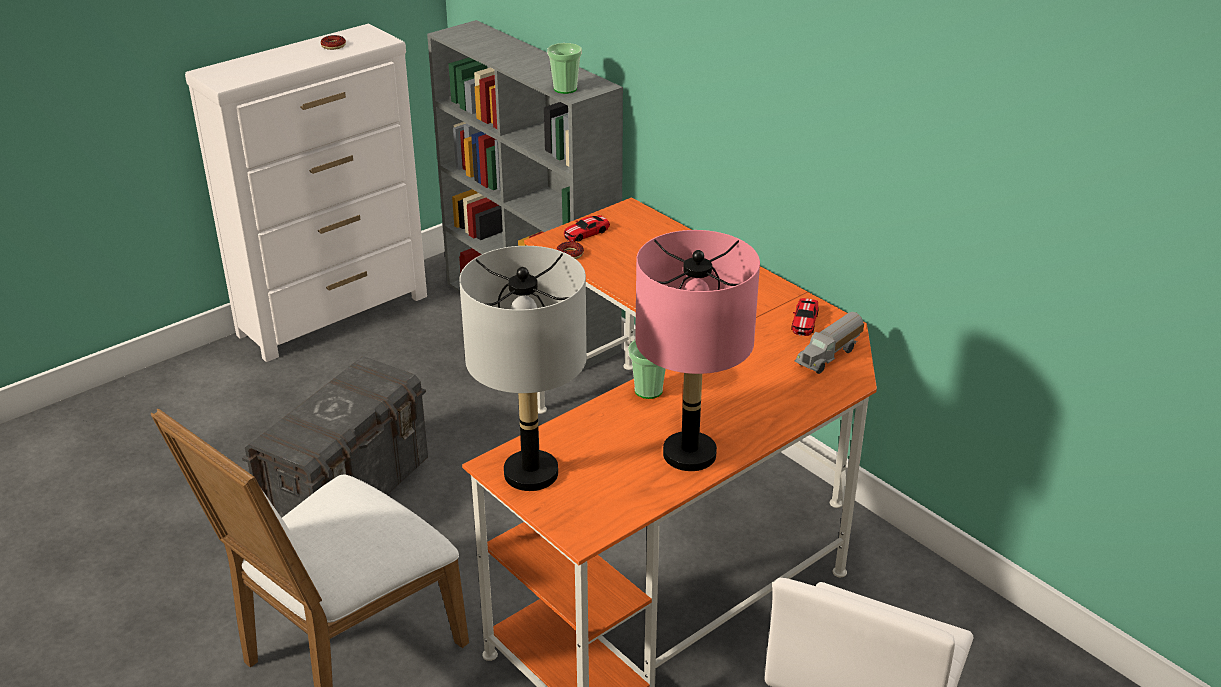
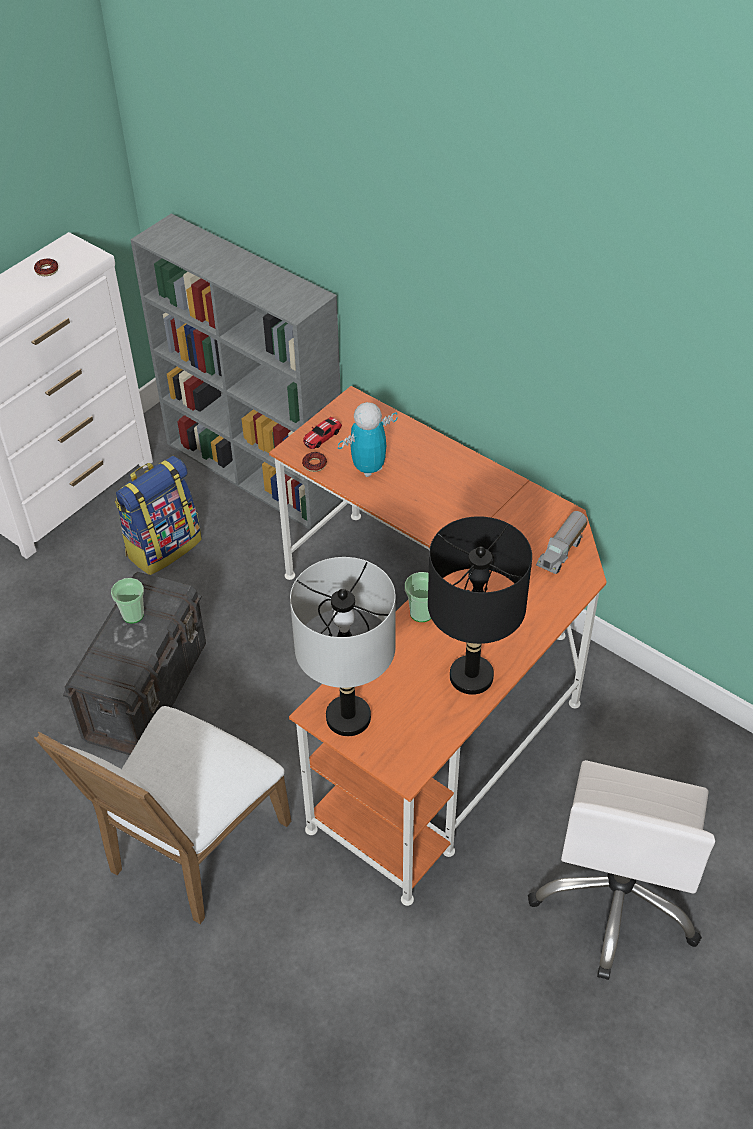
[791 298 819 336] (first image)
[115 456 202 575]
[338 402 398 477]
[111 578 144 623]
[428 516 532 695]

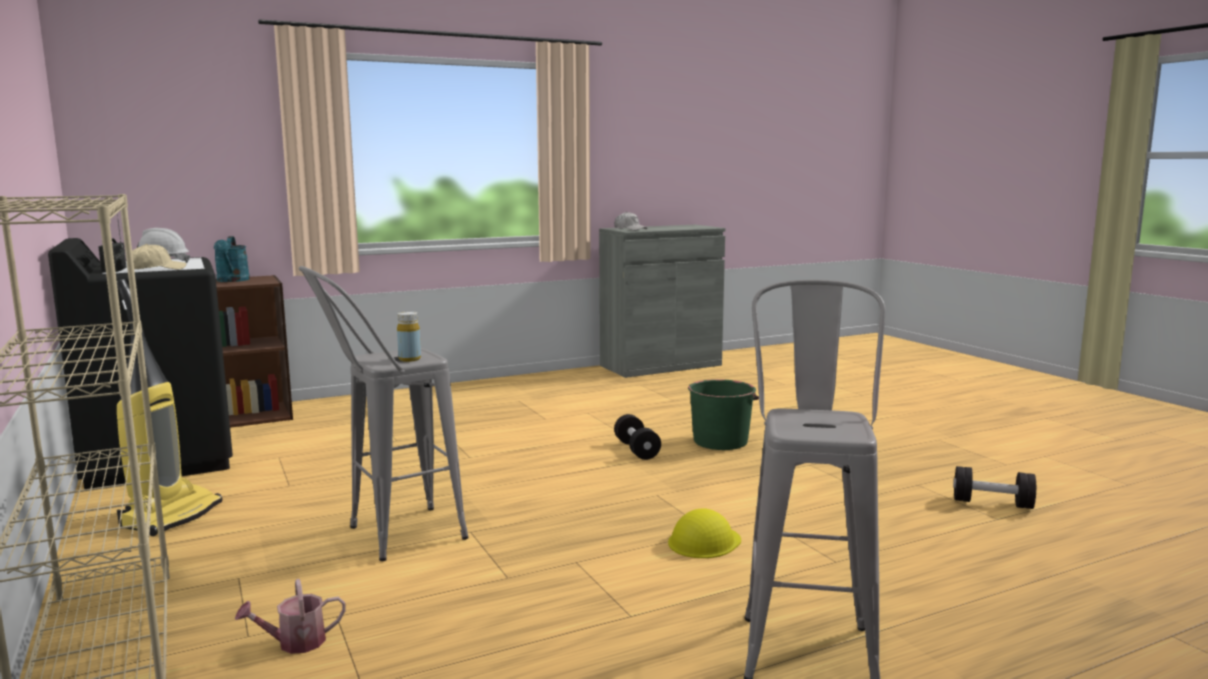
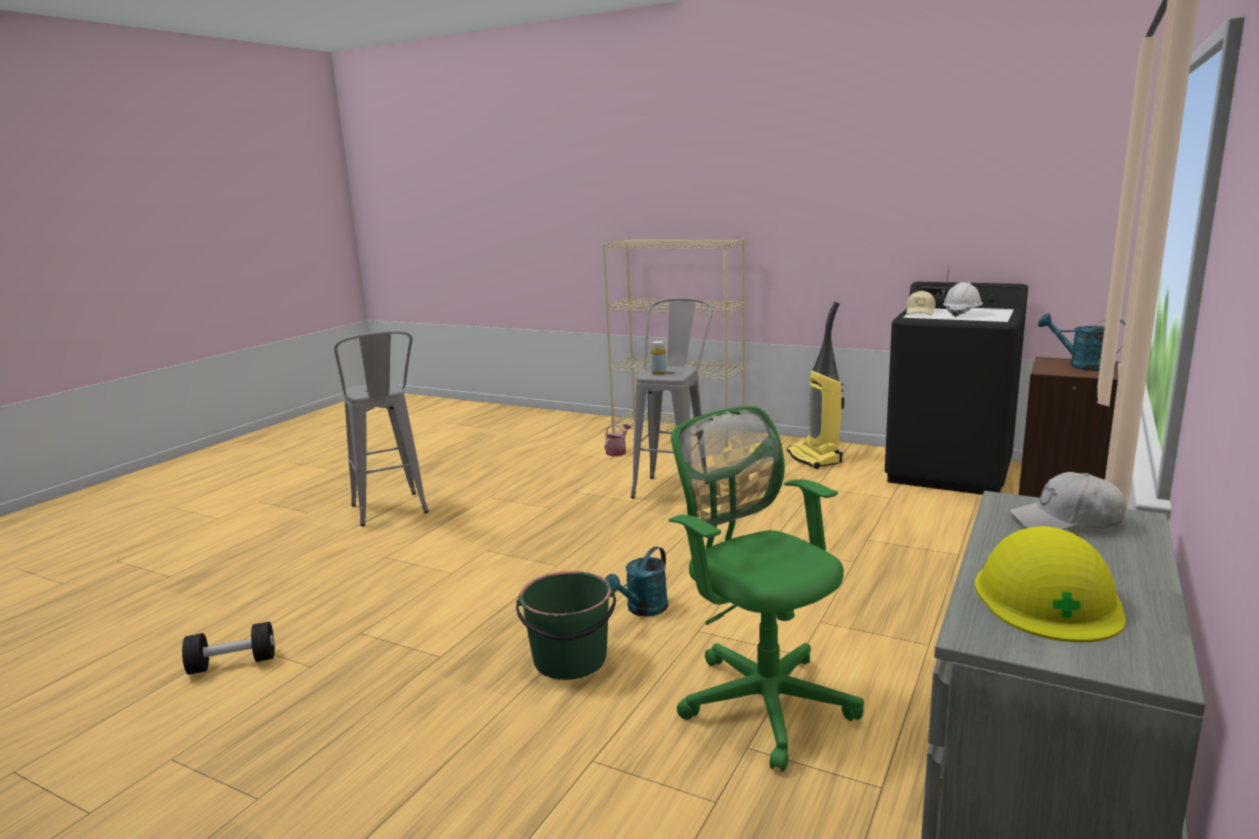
[668 406 864 772]
[975 526 1126 642]
[605 546 668 616]

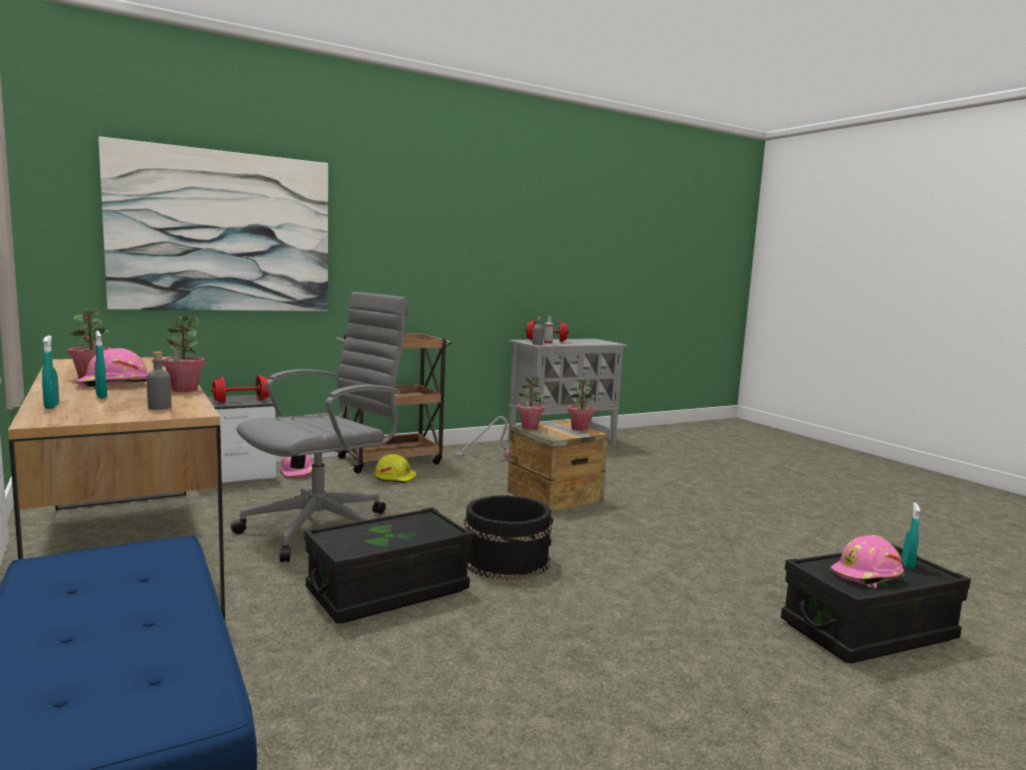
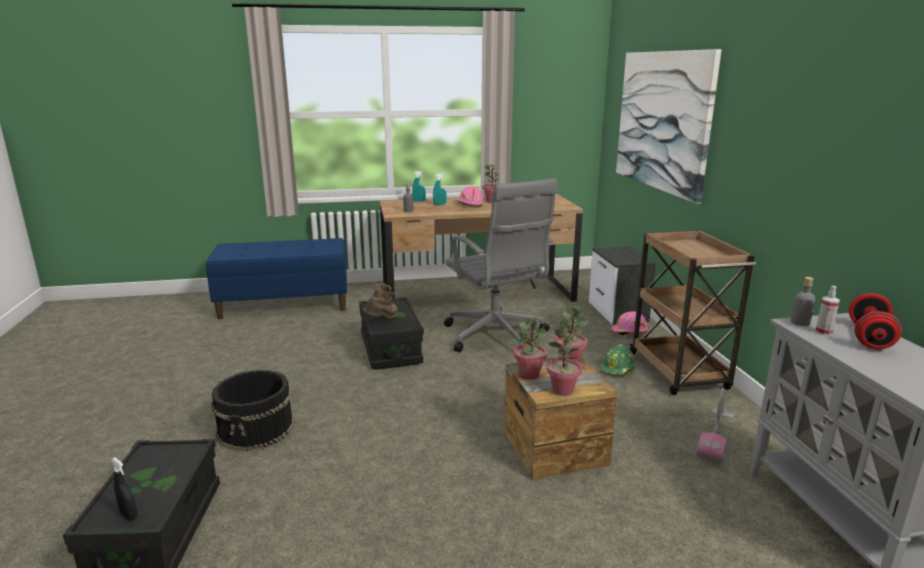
[211 375 269 403] (first image)
[830 535 904 588] (first image)
[363 283 398 319]
[514 317 547 380]
[212 370 294 451]
[600 344 636 377]
[111 457 137 520]

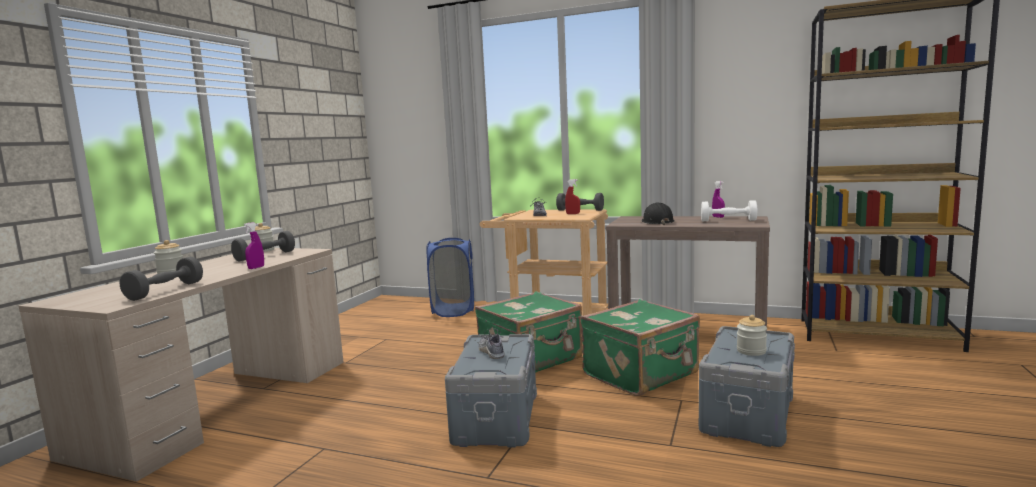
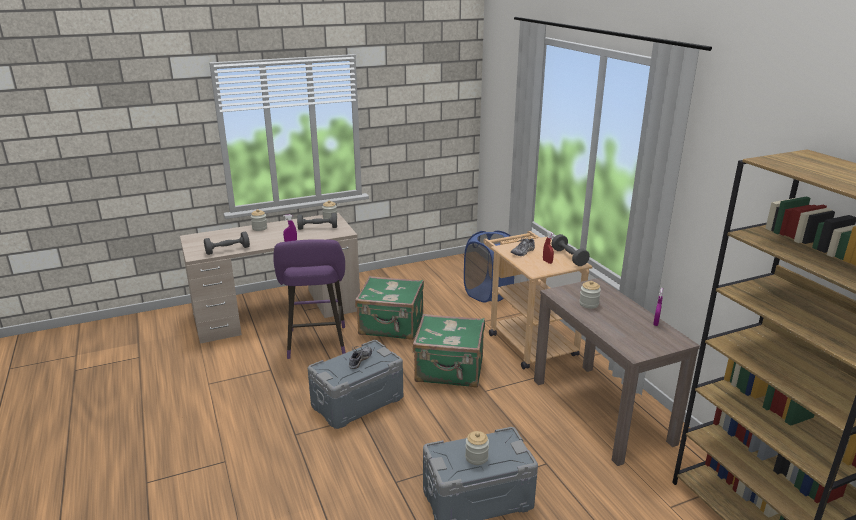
[701 200 757 221] (first image)
[273 239 346 359]
[355 276 424 340]
[579 281 601 309]

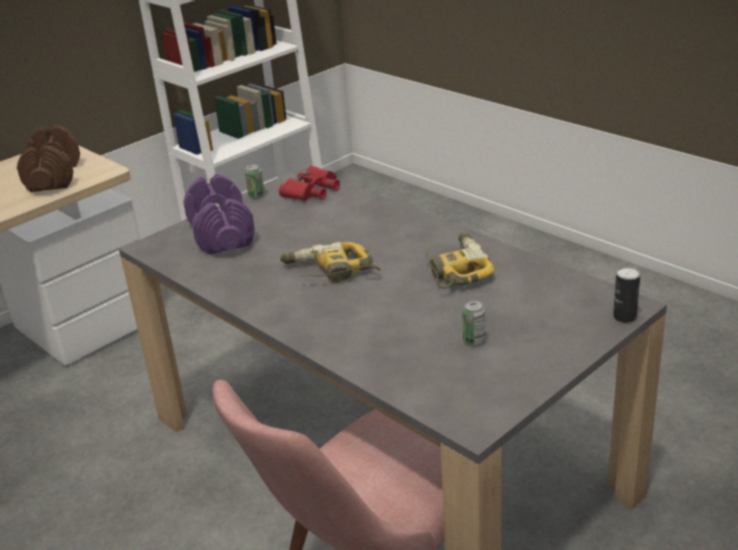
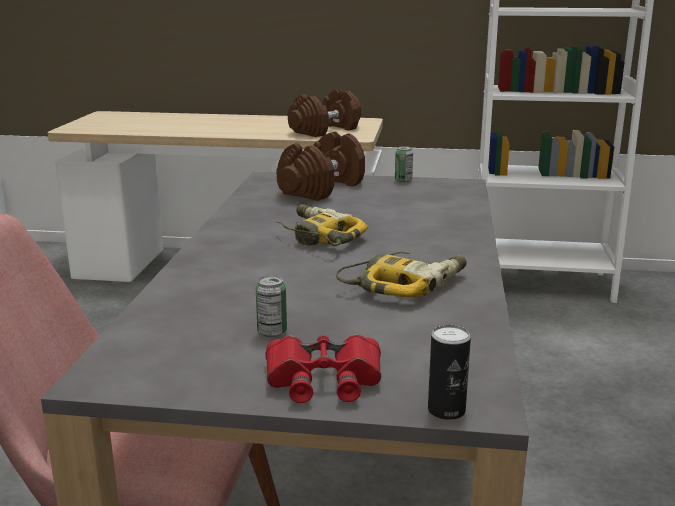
[265 334 381 403]
[276 131 365 201]

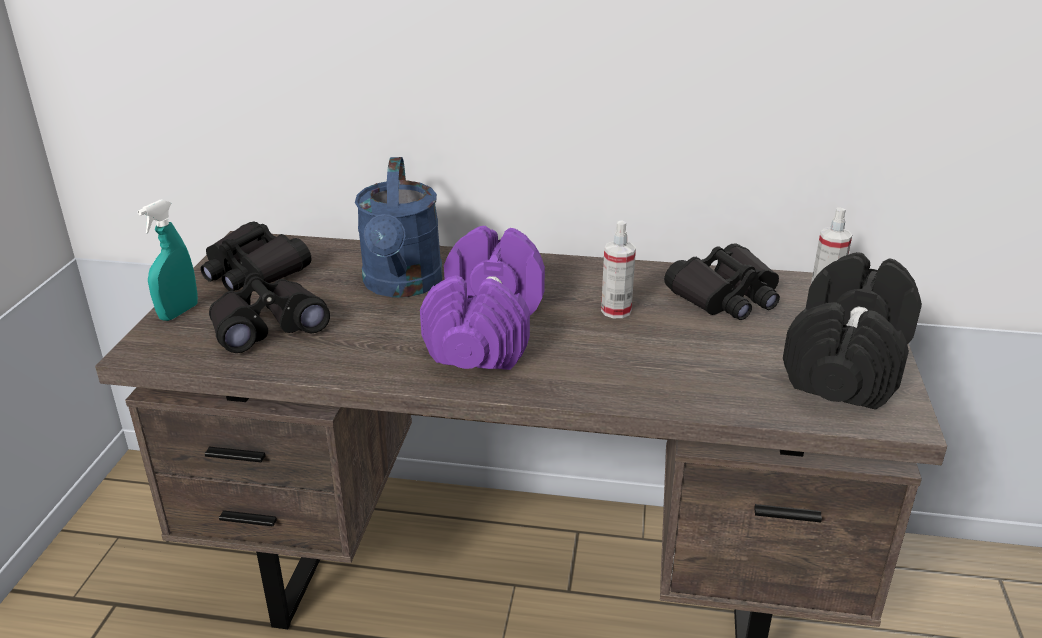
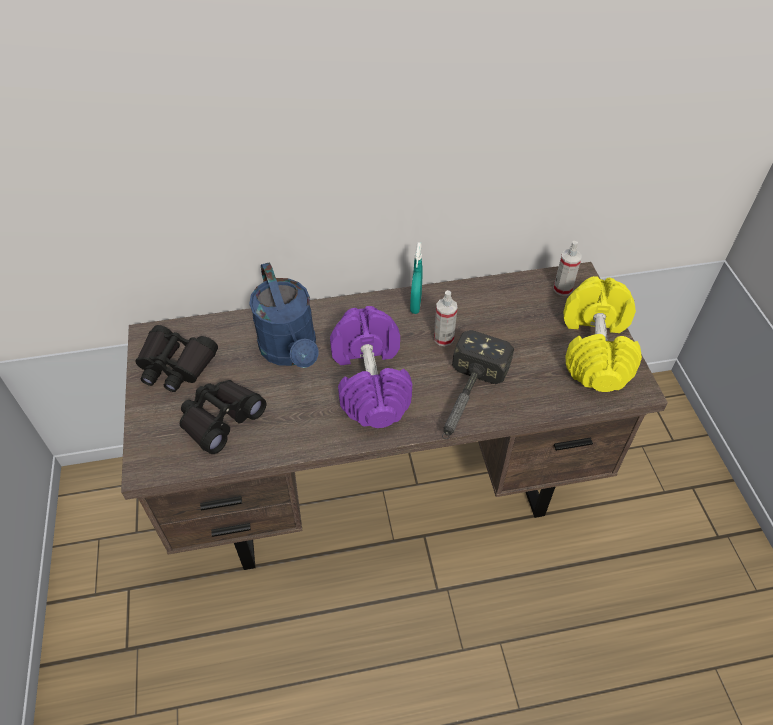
[664 243 780 320] (first image)
[442 330 514 439]
[410 242 423 314]
[564 276 642 392]

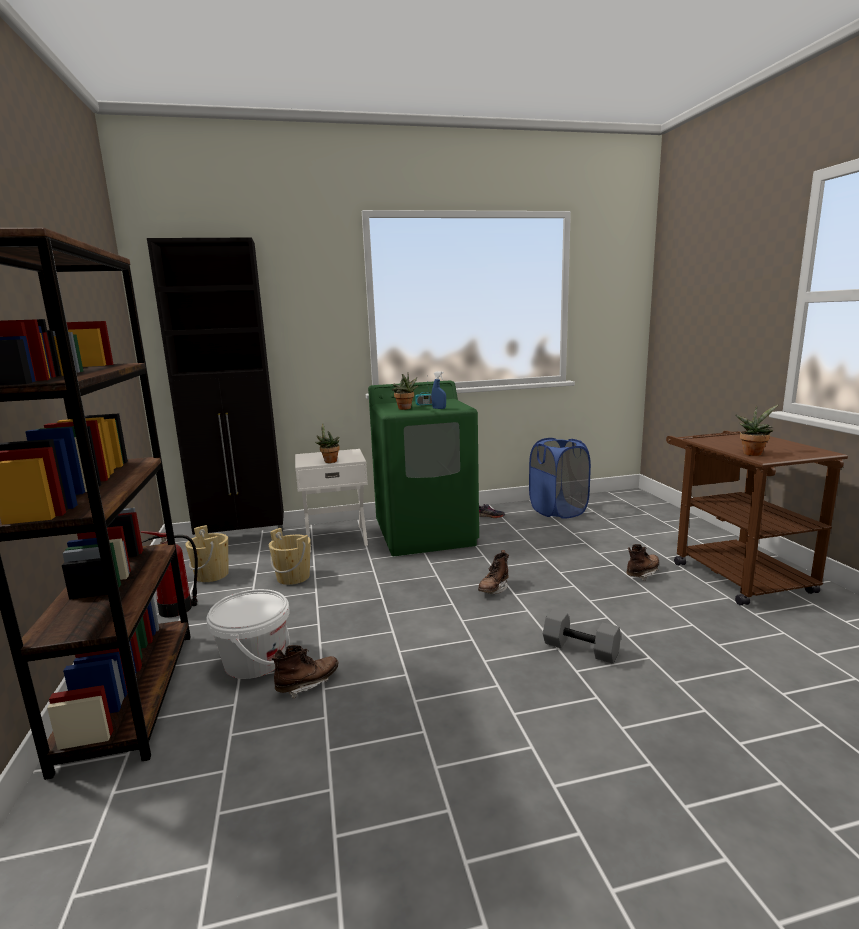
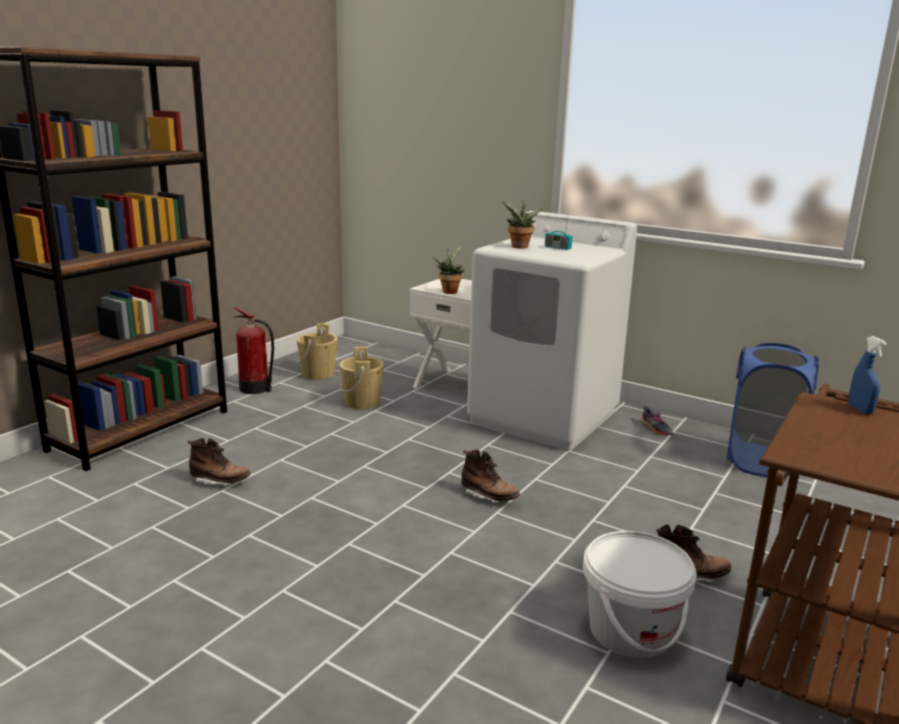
[147 238 284 535] (first image)
[543 609 621 664] (first image)
[735 405 778 456] (first image)
[583 531 697 658]
[848 336 887 414]
[467 211 637 451]
[461 450 520 503]

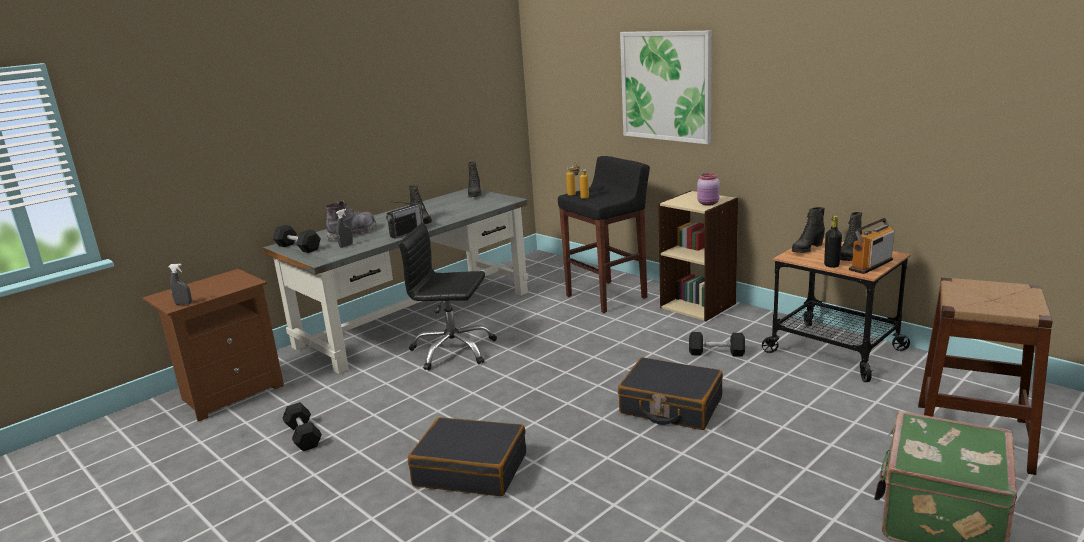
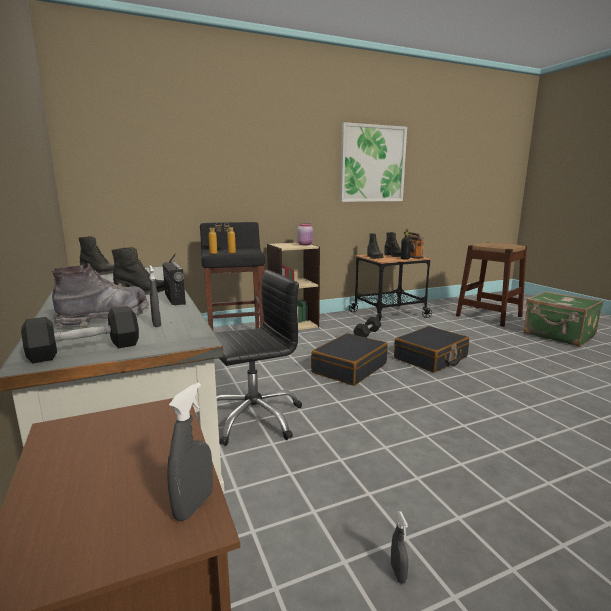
[311 333 388 386]
[340 122 407 202]
[391 511 408 584]
[52 263 149 328]
[215 270 302 446]

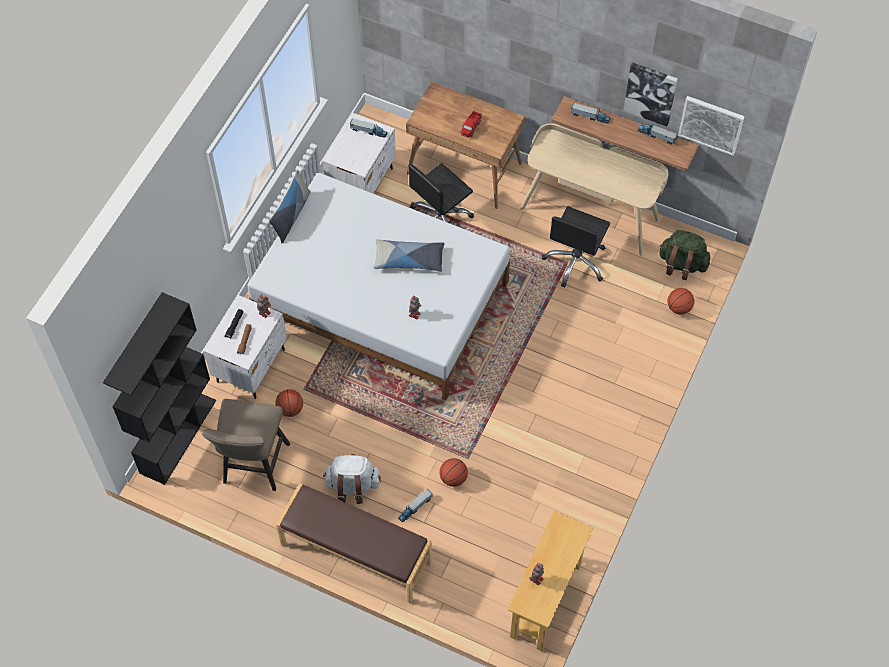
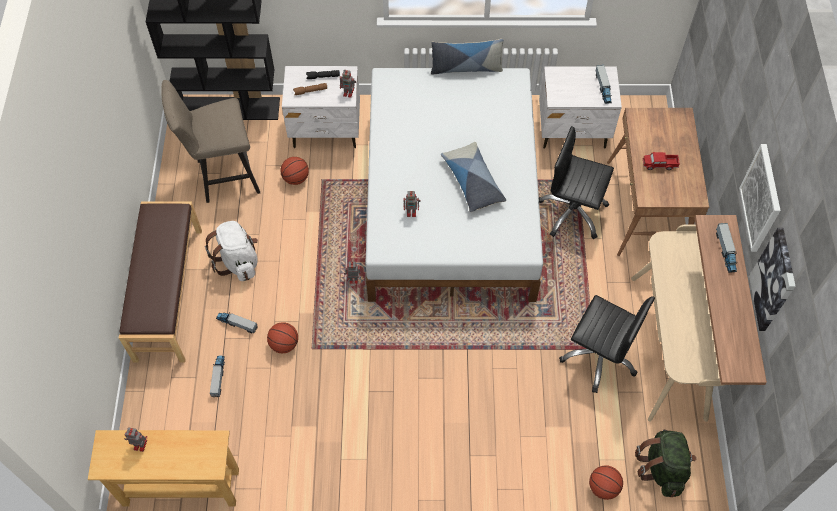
[210 355 225 397]
[739 144 781 252]
[559 295 655 393]

